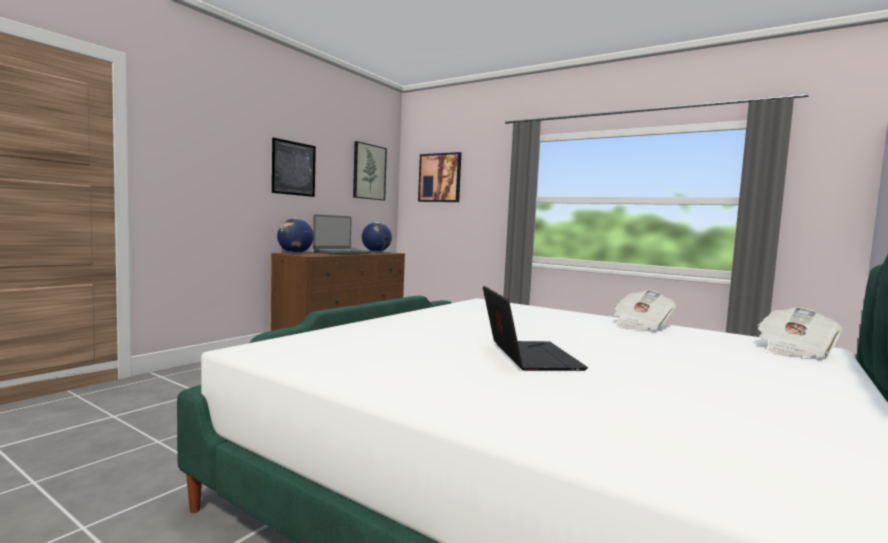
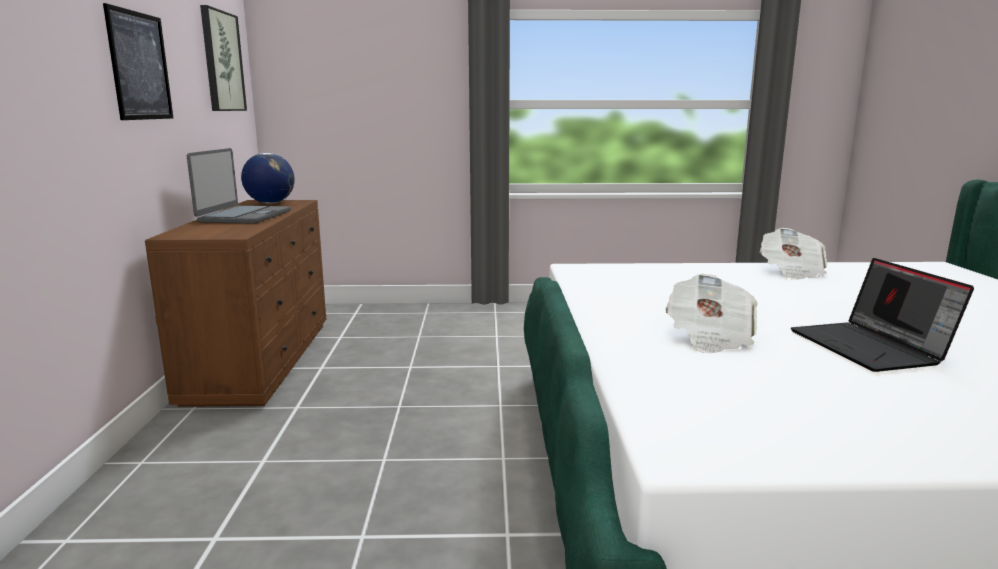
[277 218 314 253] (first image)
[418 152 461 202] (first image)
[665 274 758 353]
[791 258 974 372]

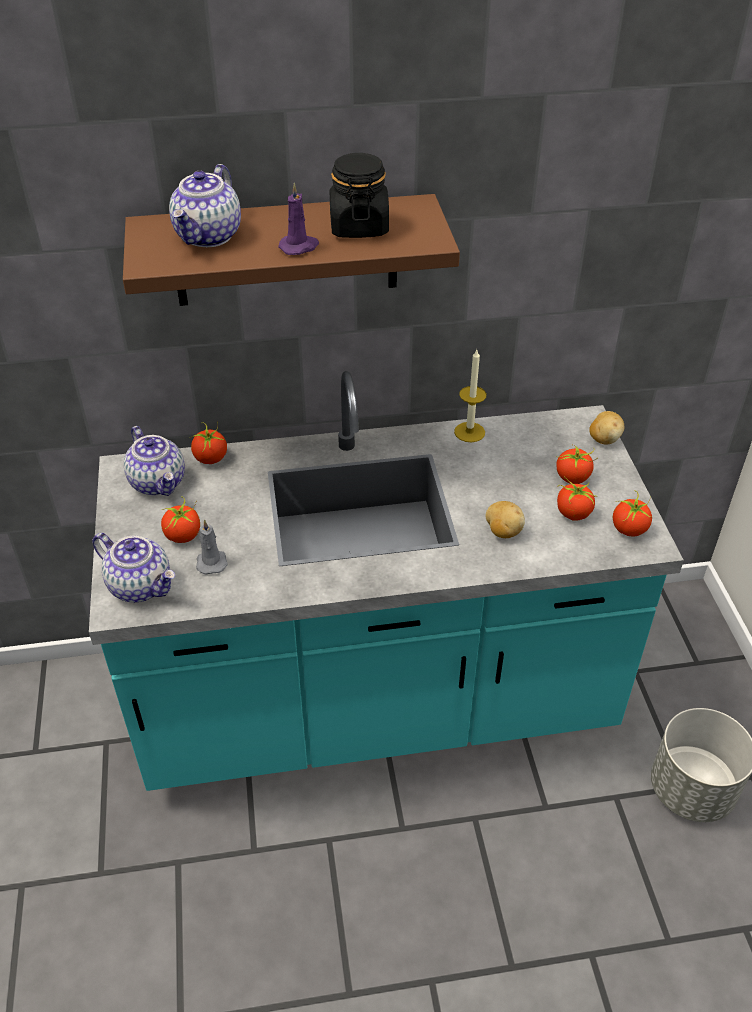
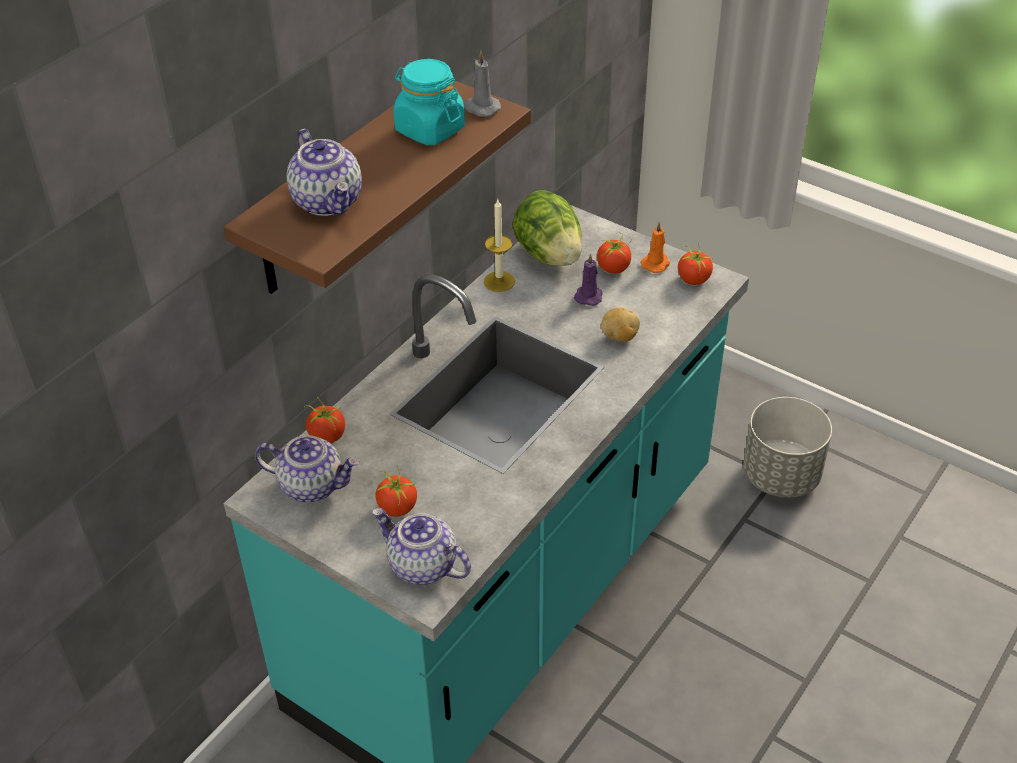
[557 476 595 521] (first image)
[589 411 624 444] (first image)
[513 190 582 266]
[641 221 670 273]
[464 50 501 117]
[574 254 603 306]
[393 59 465 145]
[372 508 471 585]

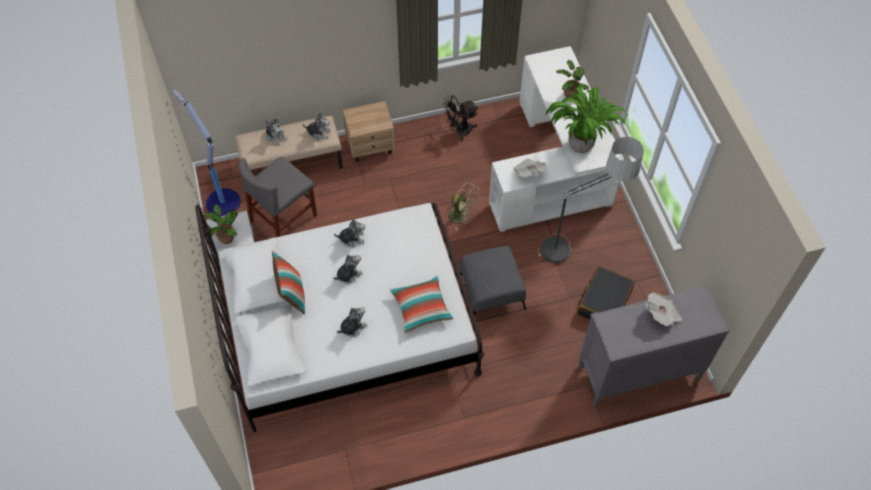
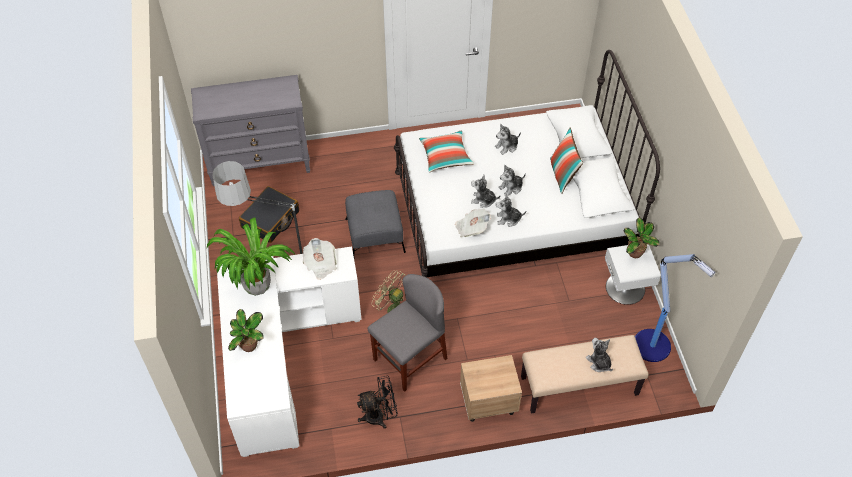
[368 274 447 392]
[471 175 501 208]
[455 208 491 237]

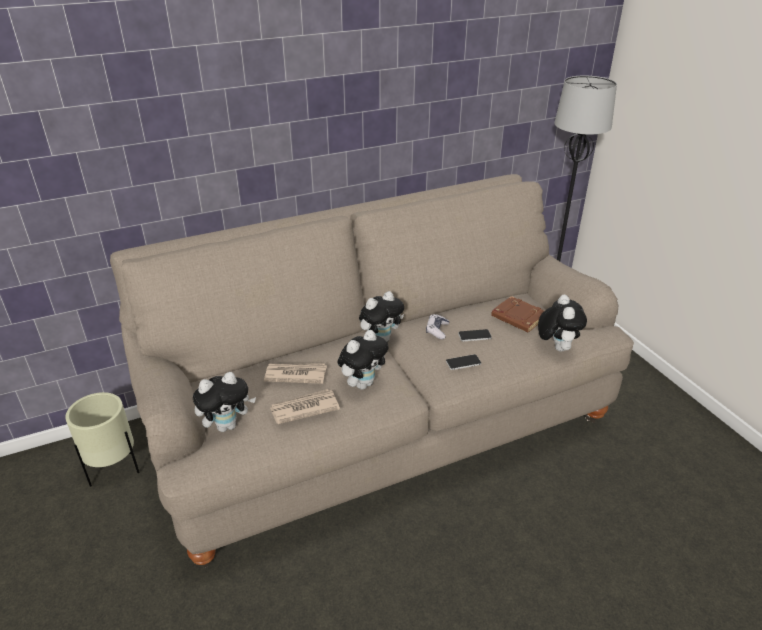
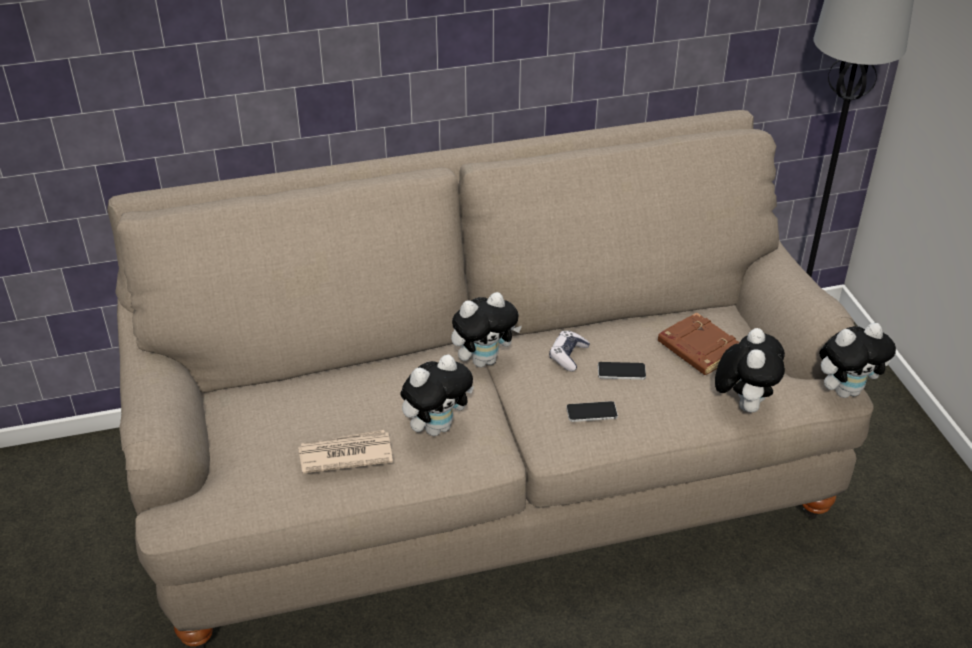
[65 392 139 487] (first image)
[264 364 327 384] (first image)
[819 323 896 398]

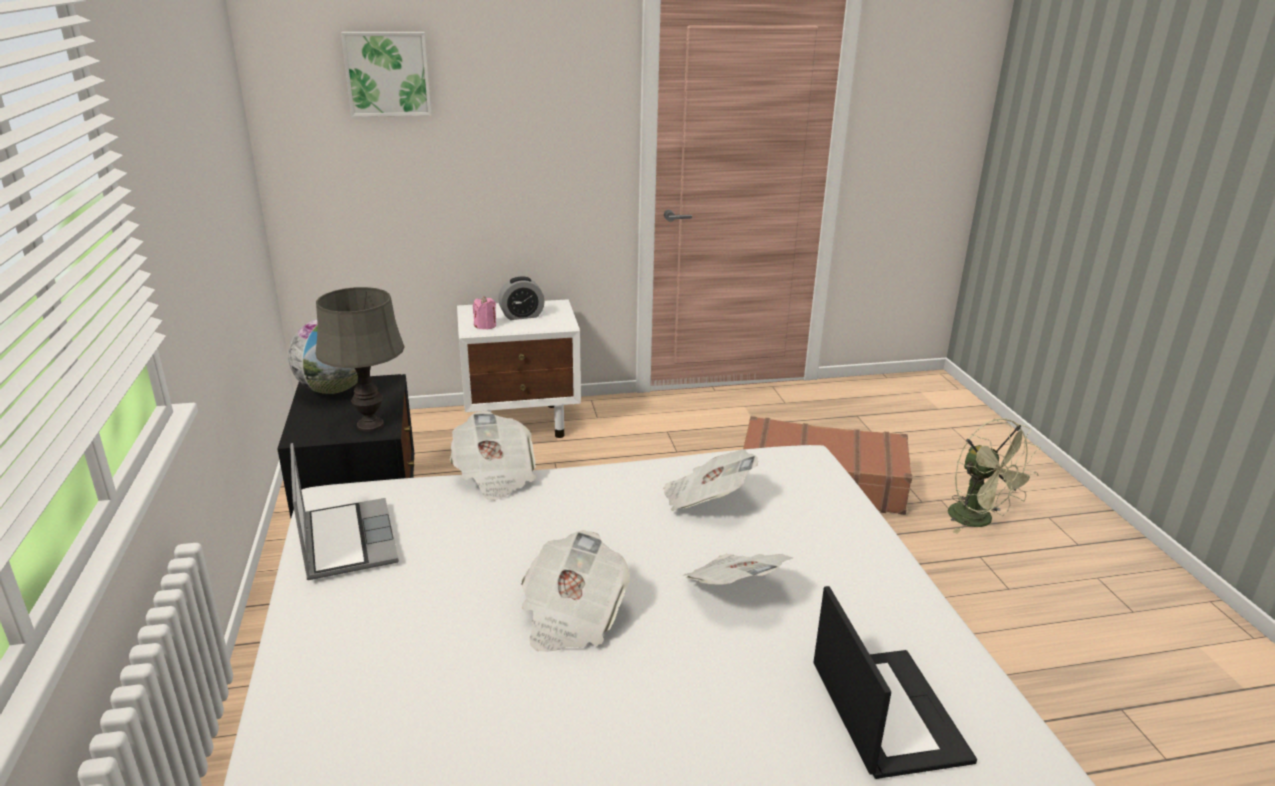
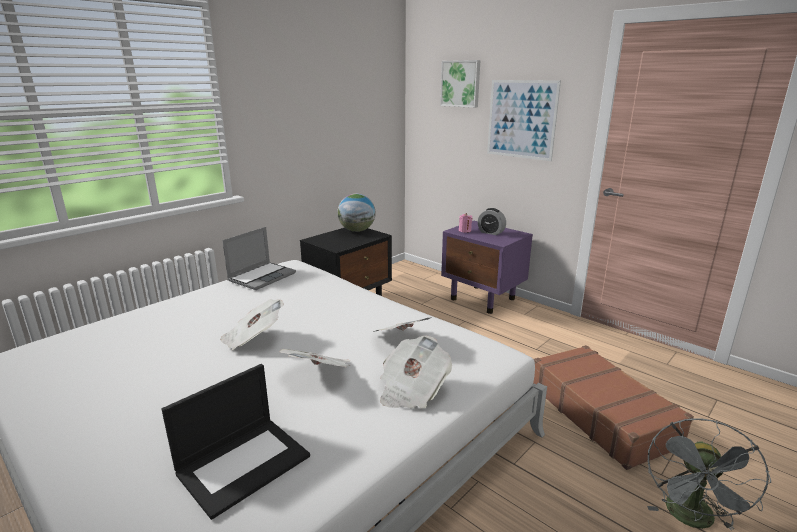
[316 287 405 432] (first image)
[487 80 561 161]
[380 336 452 409]
[441 221 533 314]
[647 418 771 531]

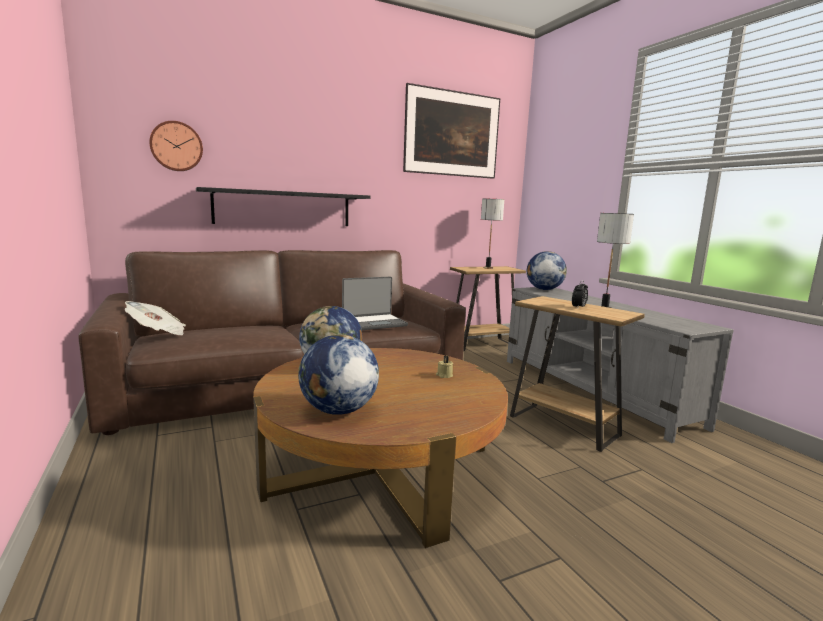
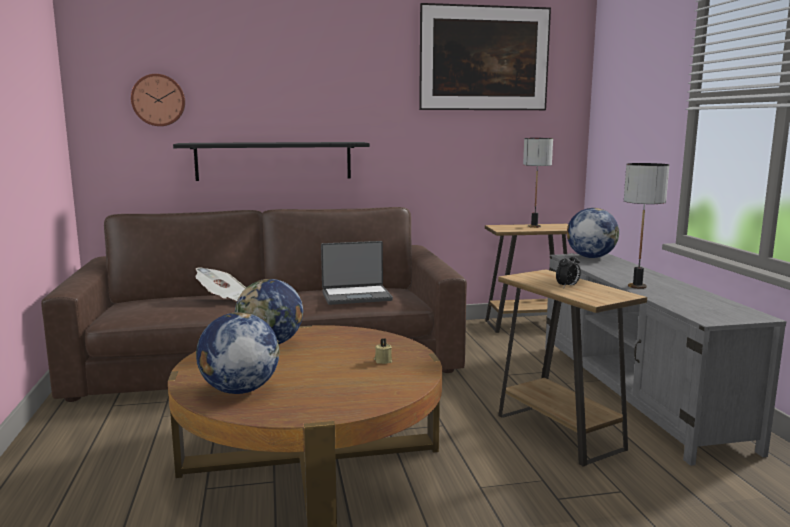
[195 267 246 301]

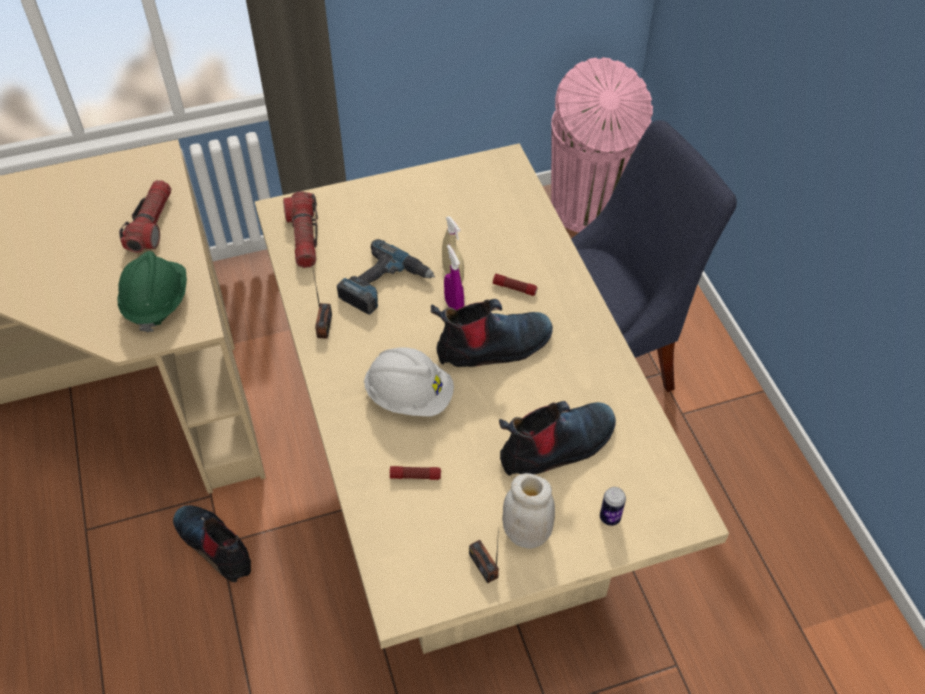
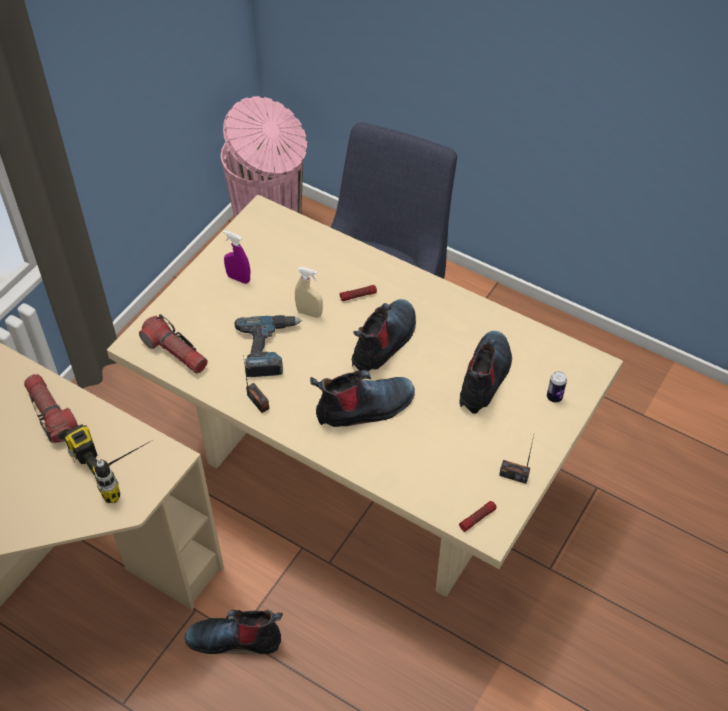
[502 473 555 549] (first image)
[459 501 496 532]
[223 230 250 284]
[64 424 151 503]
[310 370 415 427]

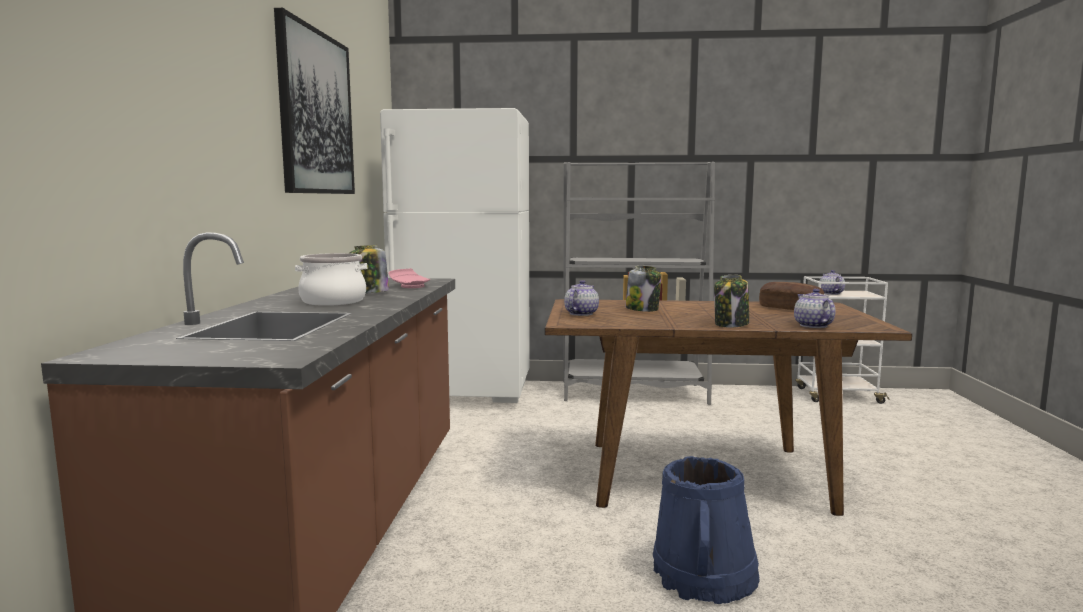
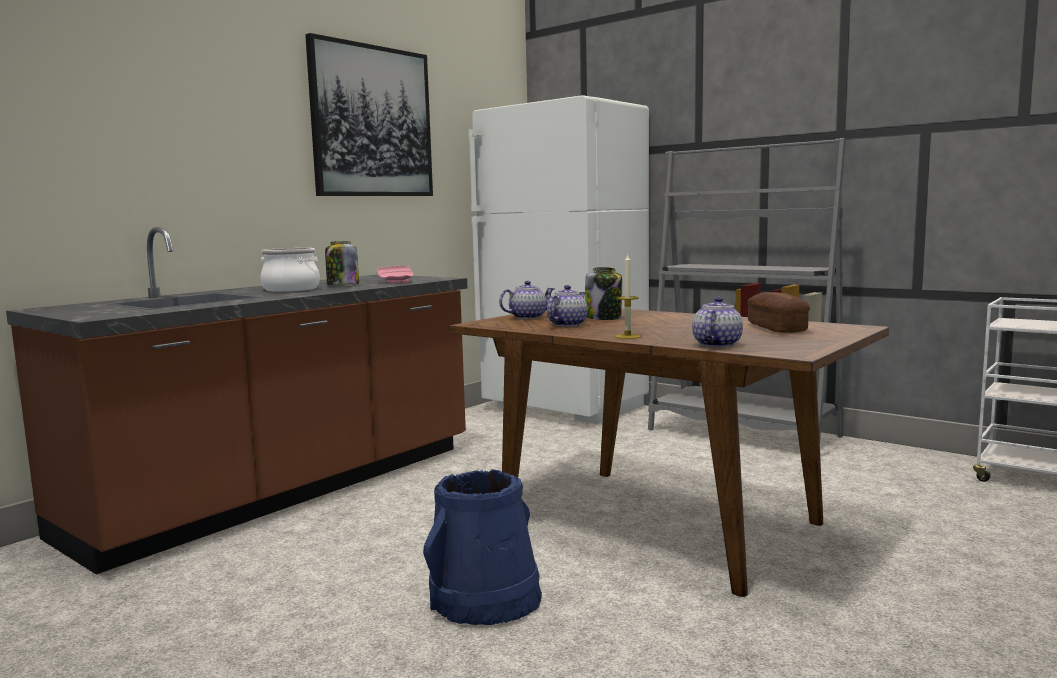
[547 285 588 327]
[615 253 641 339]

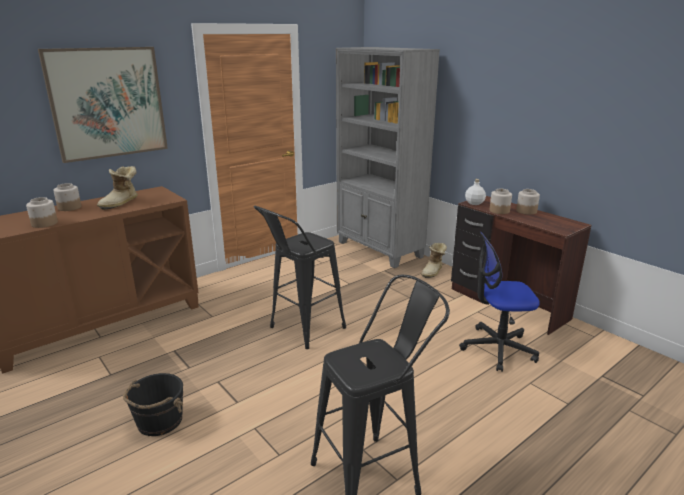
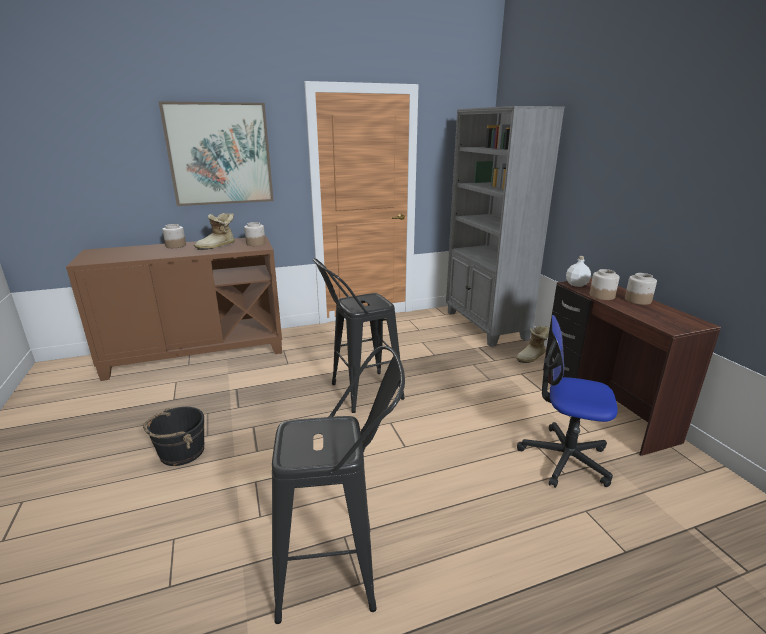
[244 222 266 246]

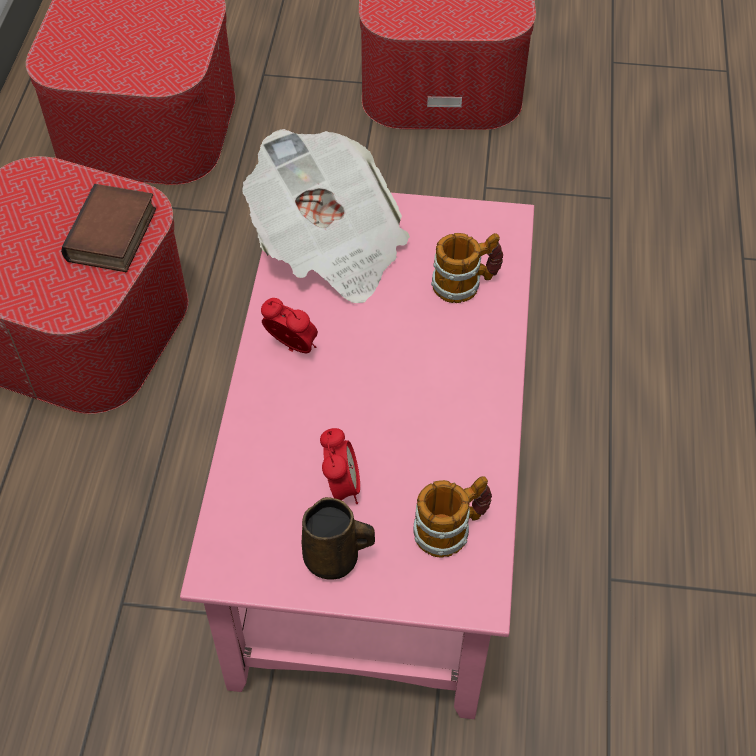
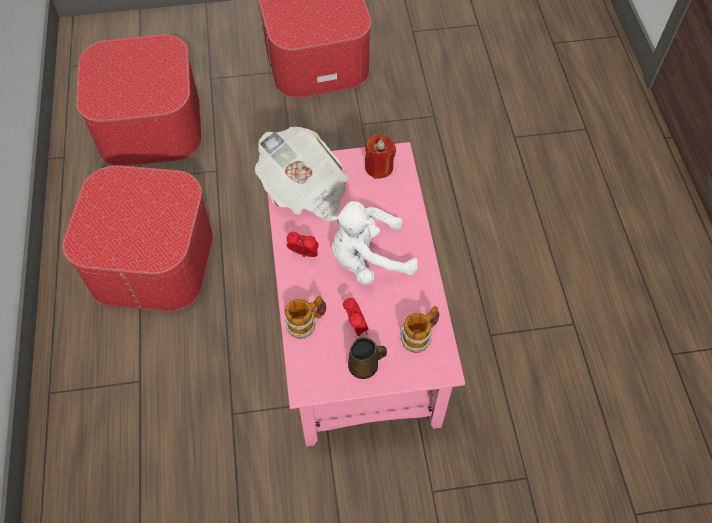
[61 184 156 272] (first image)
[331 201 418 285]
[365 134 396 179]
[285 296 326 339]

